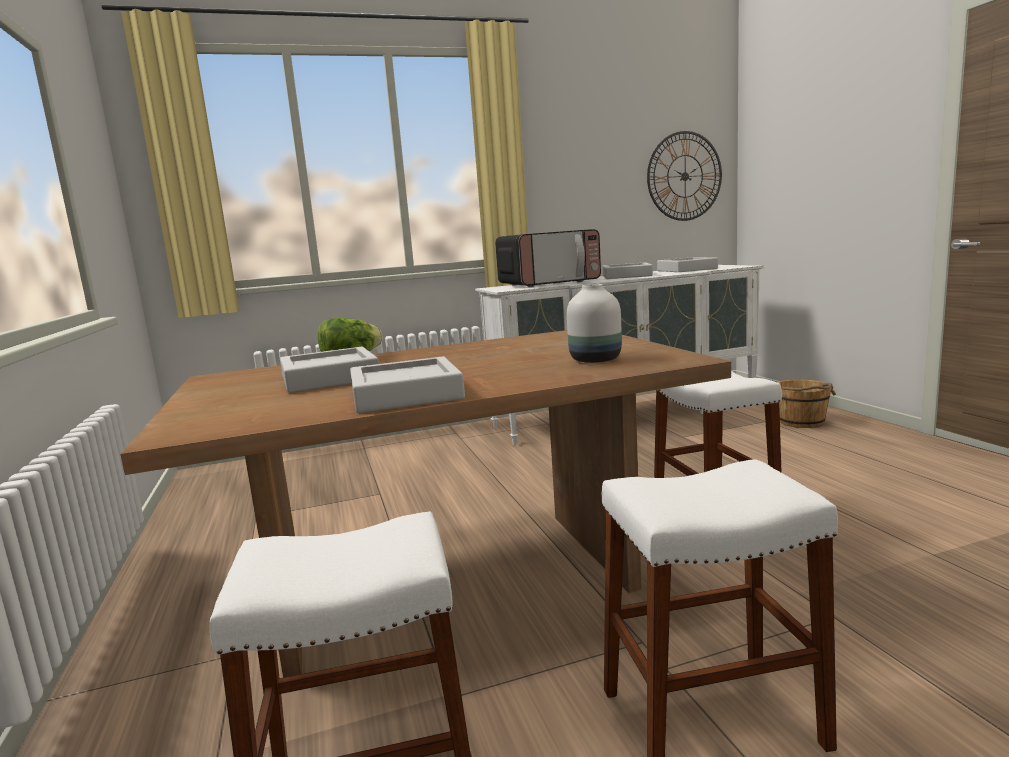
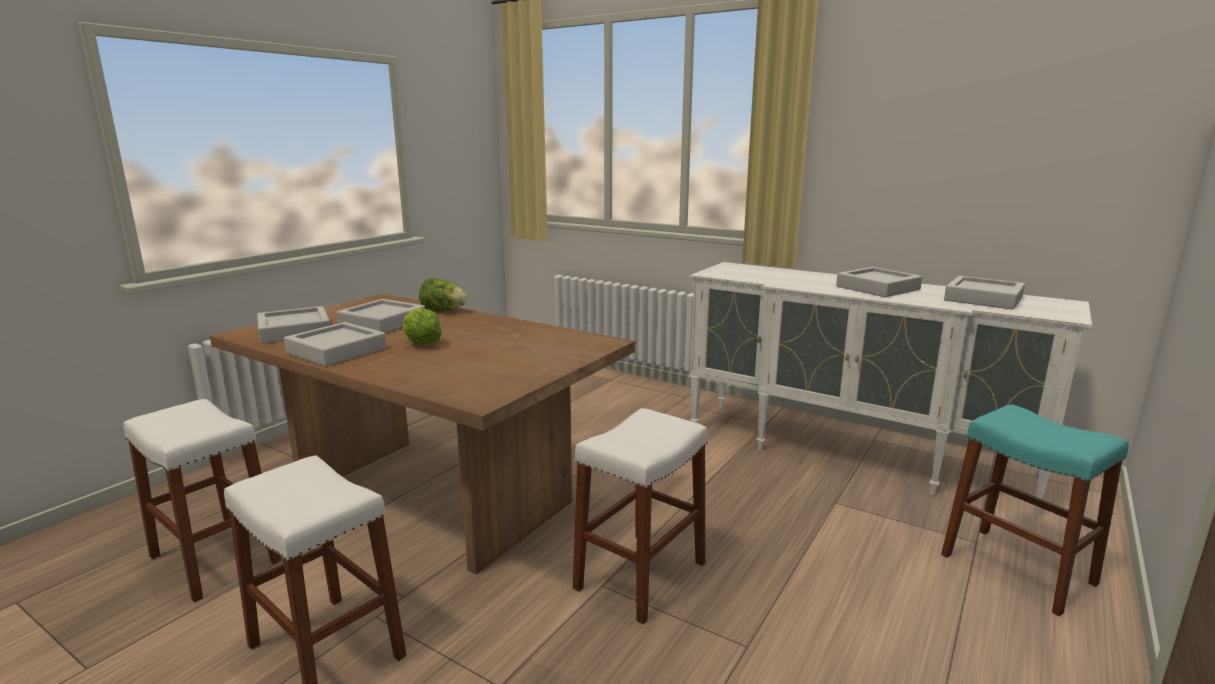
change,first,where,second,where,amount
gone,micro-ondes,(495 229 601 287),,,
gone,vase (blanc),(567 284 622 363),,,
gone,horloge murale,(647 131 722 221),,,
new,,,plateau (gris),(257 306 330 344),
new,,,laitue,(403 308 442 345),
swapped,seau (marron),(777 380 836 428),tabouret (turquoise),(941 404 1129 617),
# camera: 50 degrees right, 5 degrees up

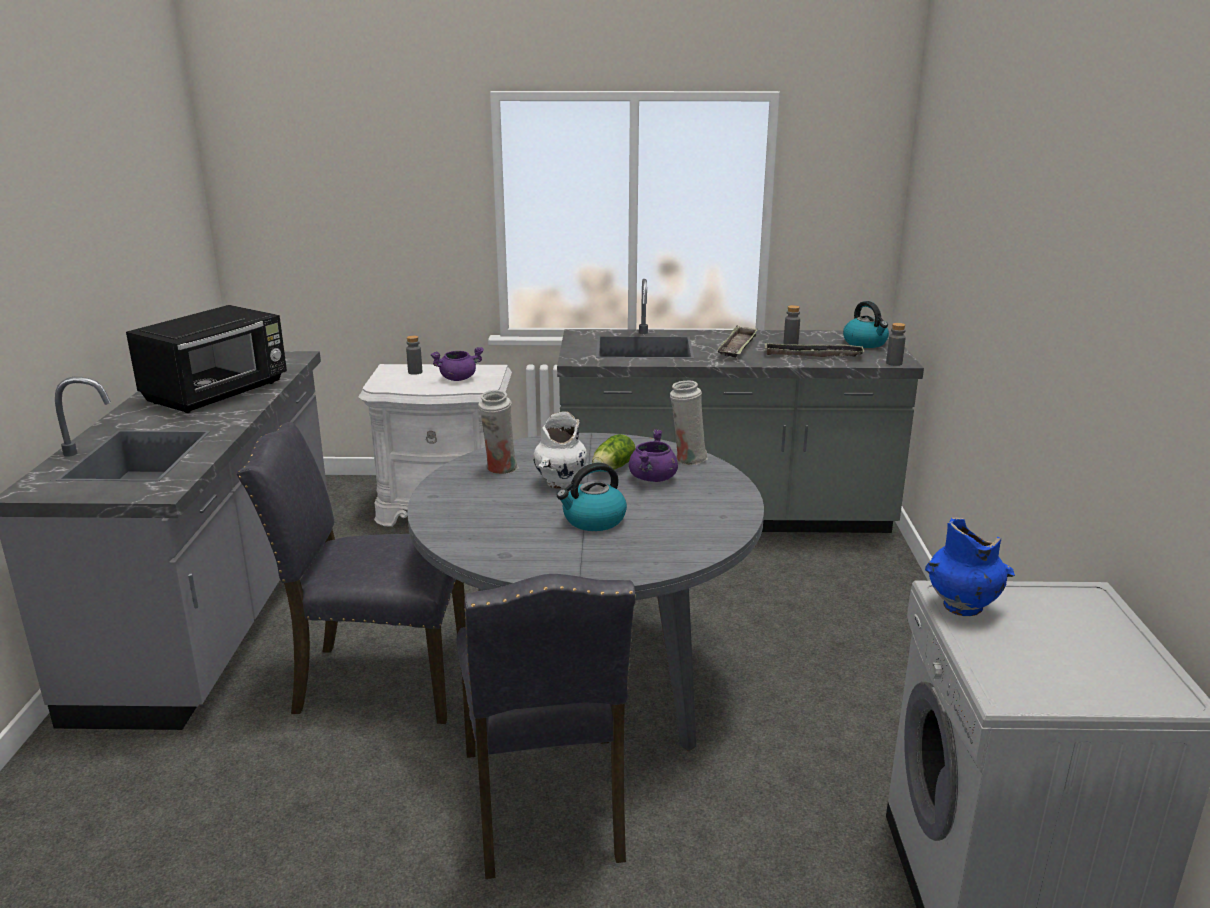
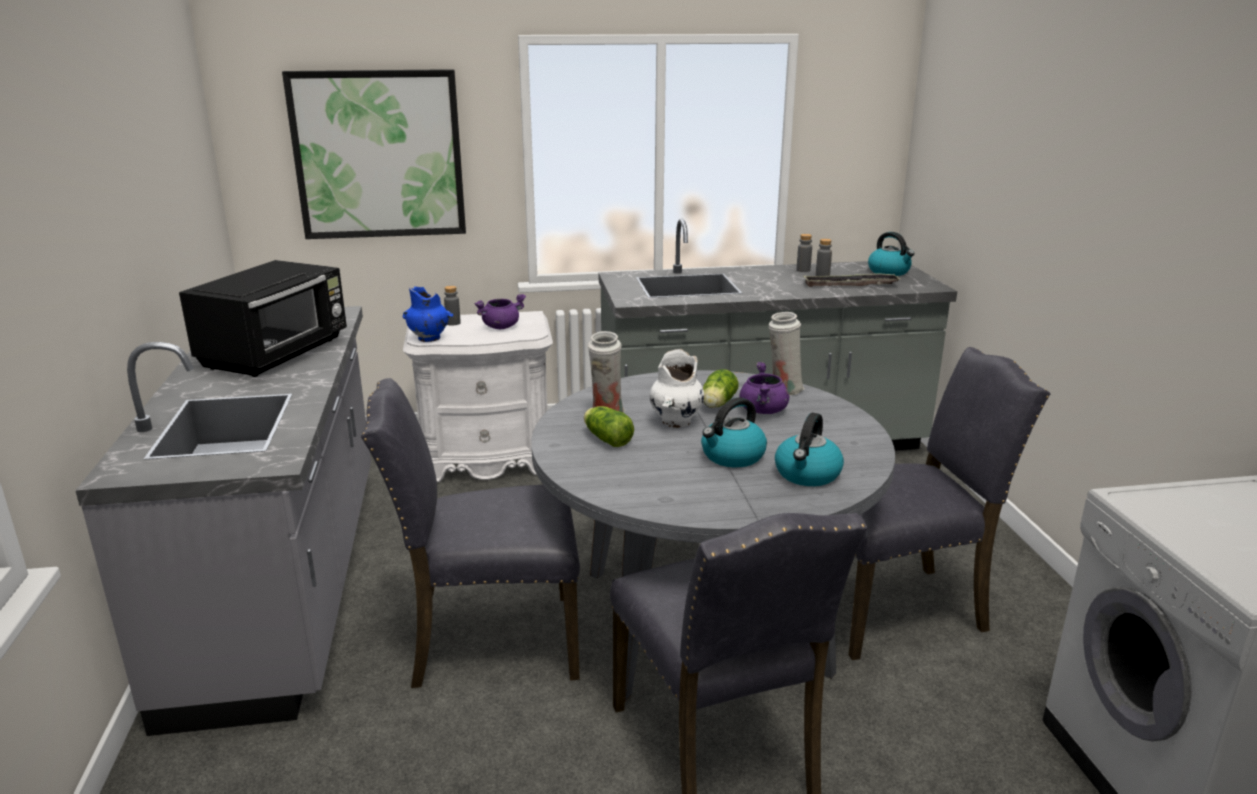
change,first,where,second,where,amount
gone,plateau,(717 326 758 358),,,
new,,,tableau,(282 69 466 239),
new,,,laitue,(584 406 634 447),
new,,,bouilloire,(775 413 844 486),
new,,,chaise (gris),(849 347 1051 660),
shifted,bouteille (gris),(886 323 906 366),,(797 234 812 272),
shifted,vase (bleu),(925 517 1015 616),,(403 286 453 342),
# camera: 10 degrees left, 0 degrees up

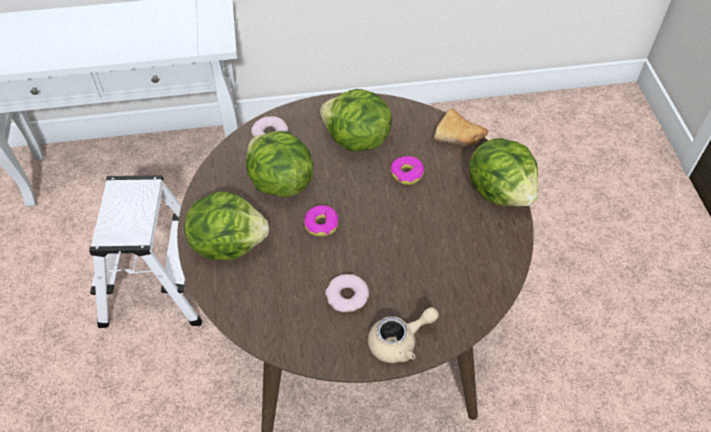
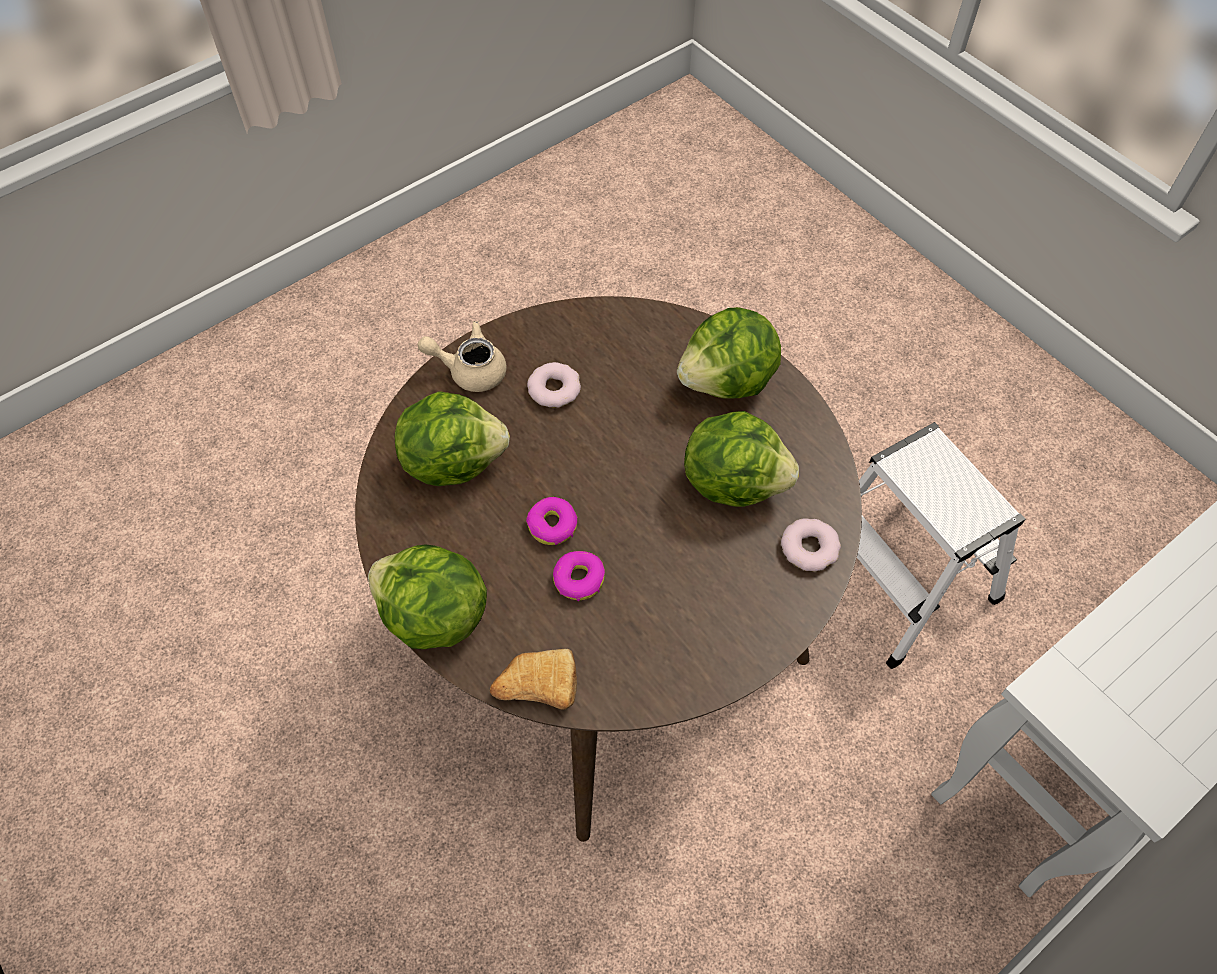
change,first,where,second,where,amount
shifted,beignet,(304 205 339 236),,(526 497 578 545),
shifted,laitue,(320 89 392 151),,(395 391 510 486),
rotated,théière (beige),(368 307 439 363),,(417 321 507 392),60 degrees clockwise
# camera: 150 degrees right, 5 degrees up

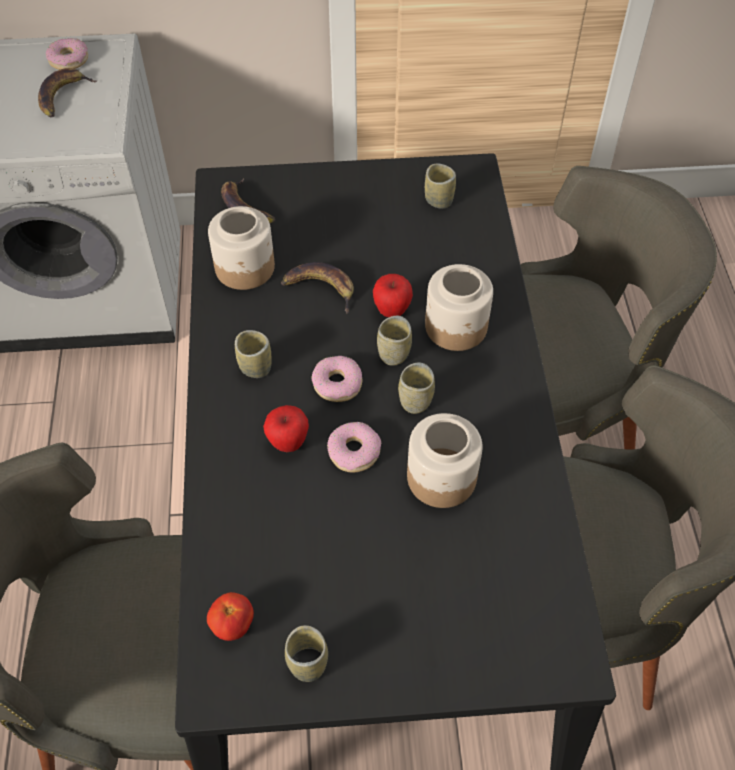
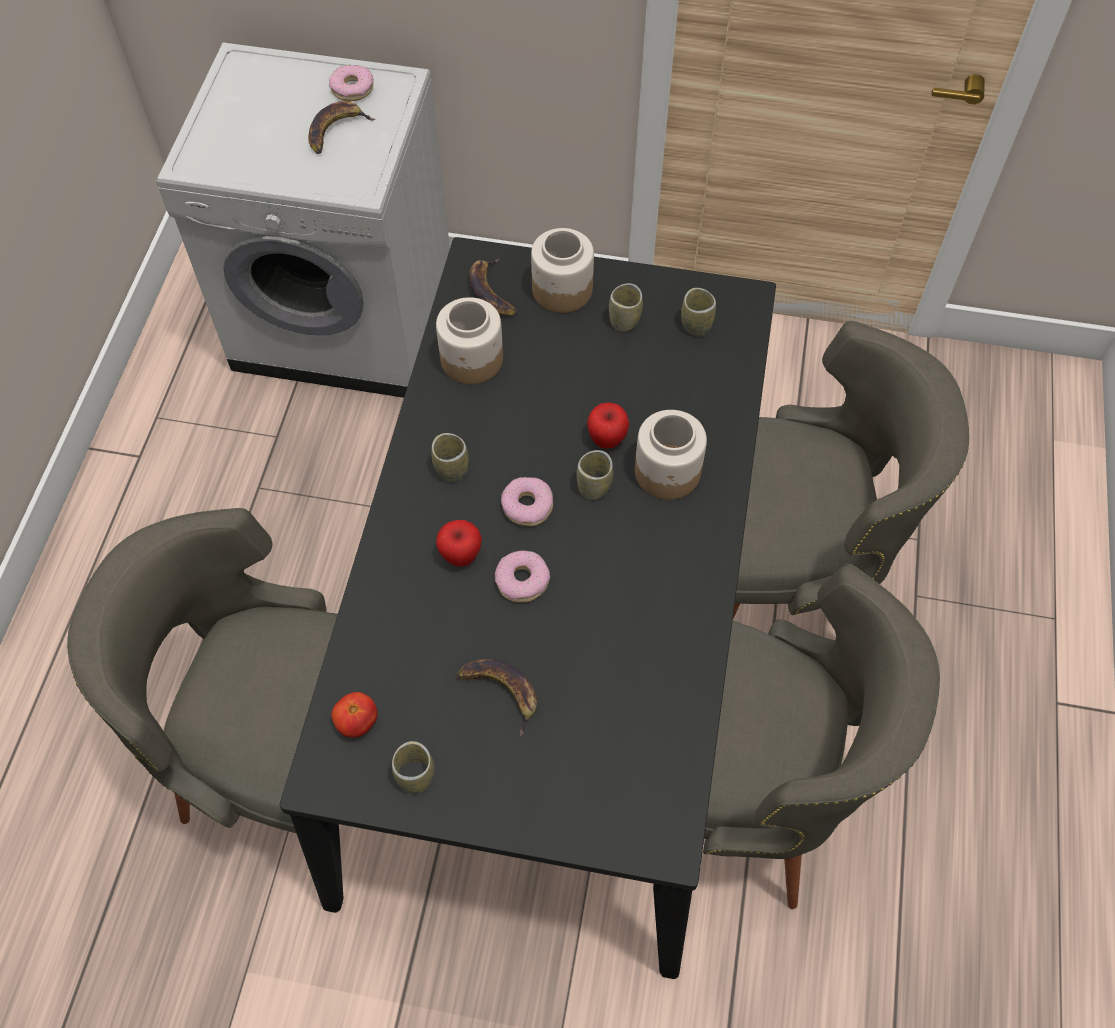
change,first,where,second,where,amount
shifted,banane,(281 262 354 314),,(456 659 537 737),
shifted,tasse,(398 362 435 414),,(609 283 643 332),
shifted,bocal,(407 413 482 508),,(531 228 594 313),
# camera: 15 degrees right, 5 degrees up

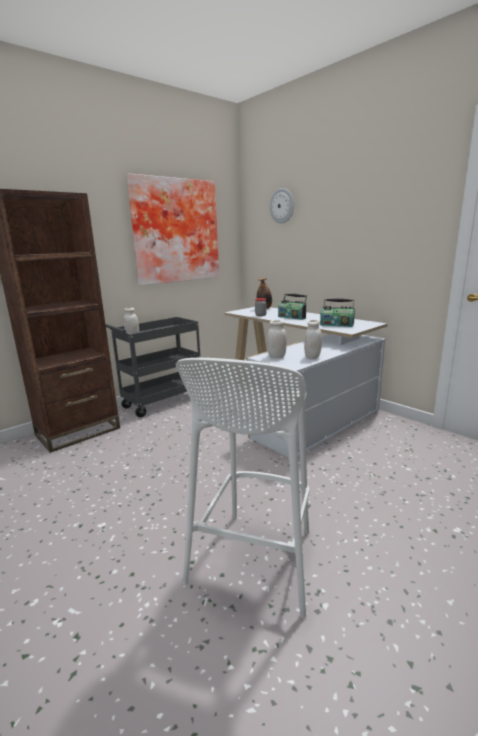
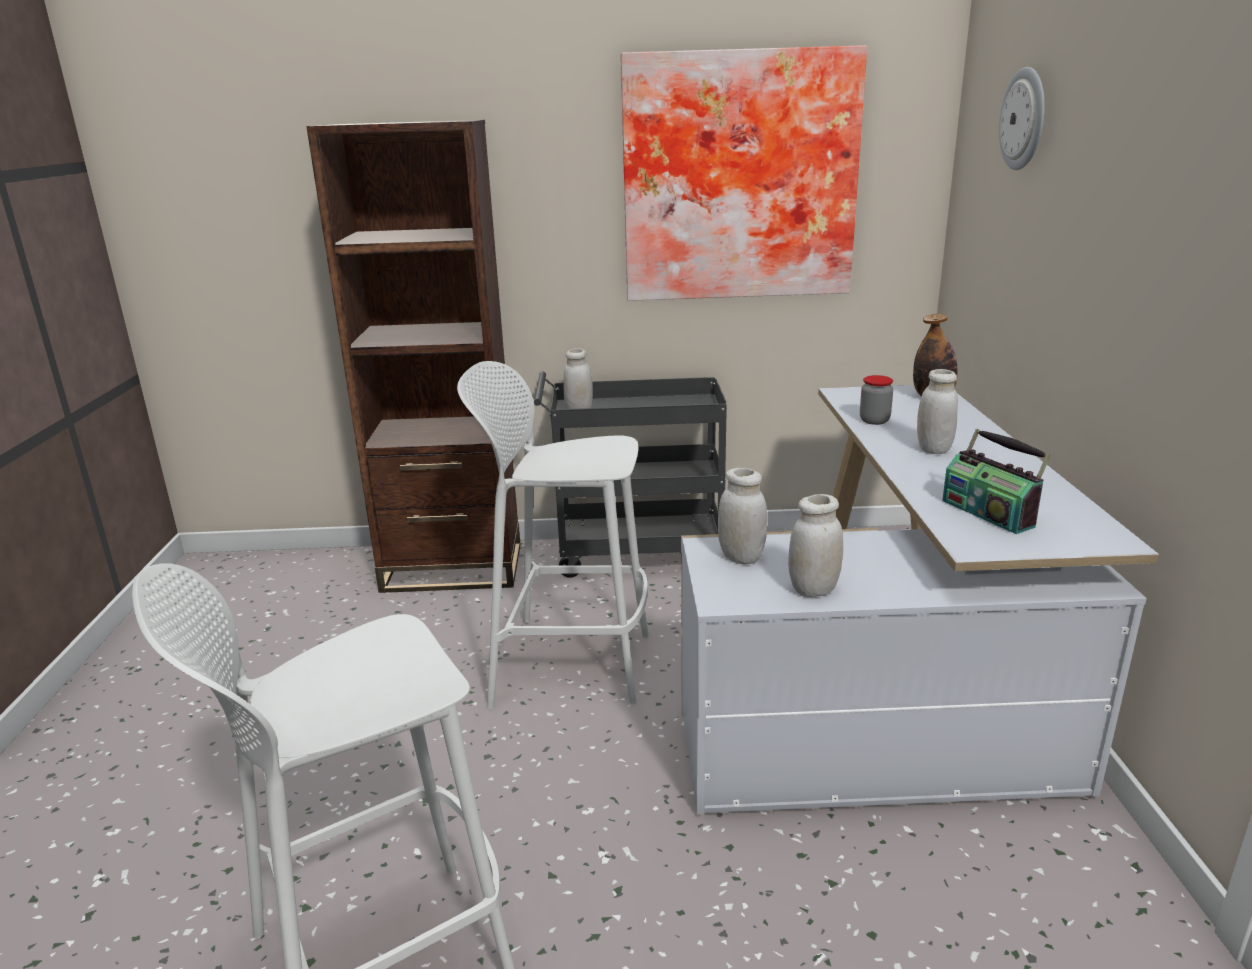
change,first,where,second,where,amount
new,,,tabouret (blanc),(457 361 649 709),
swapped,radio,(278 294 307 320),bocal (blanc),(917 369 958 454),
# camera: 40 degrees right, 5 degrees up

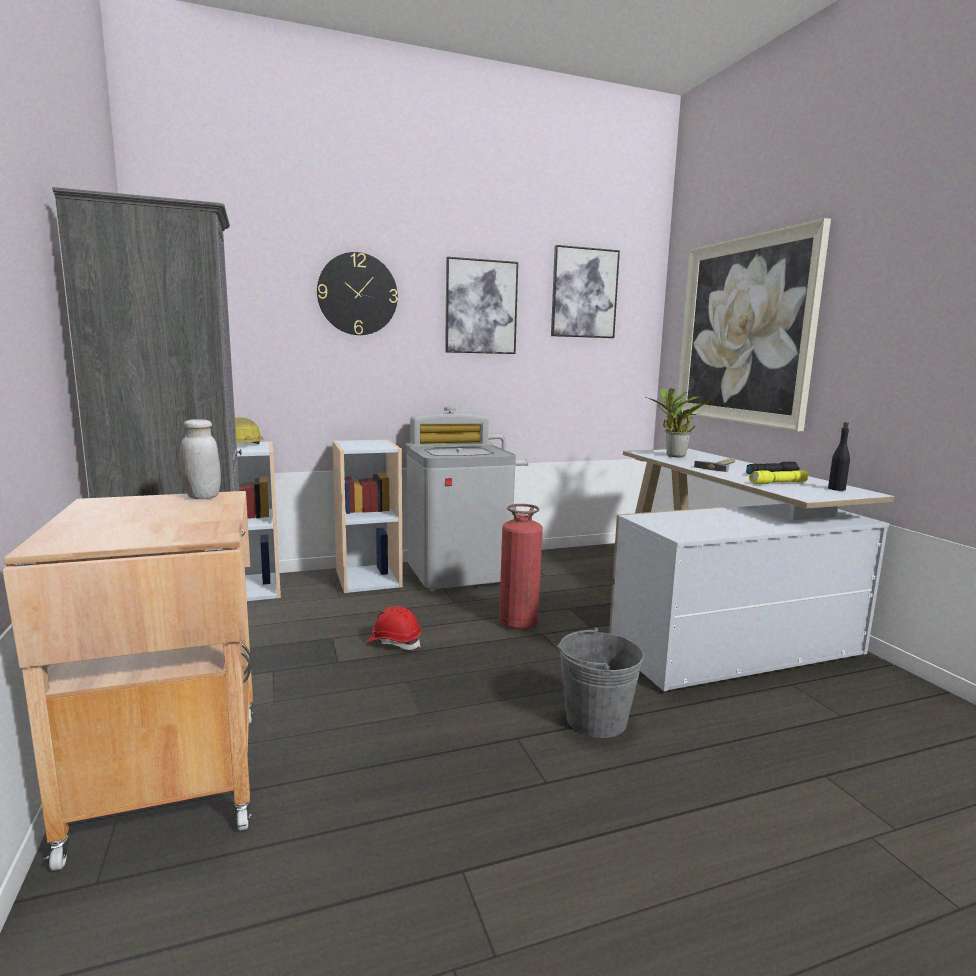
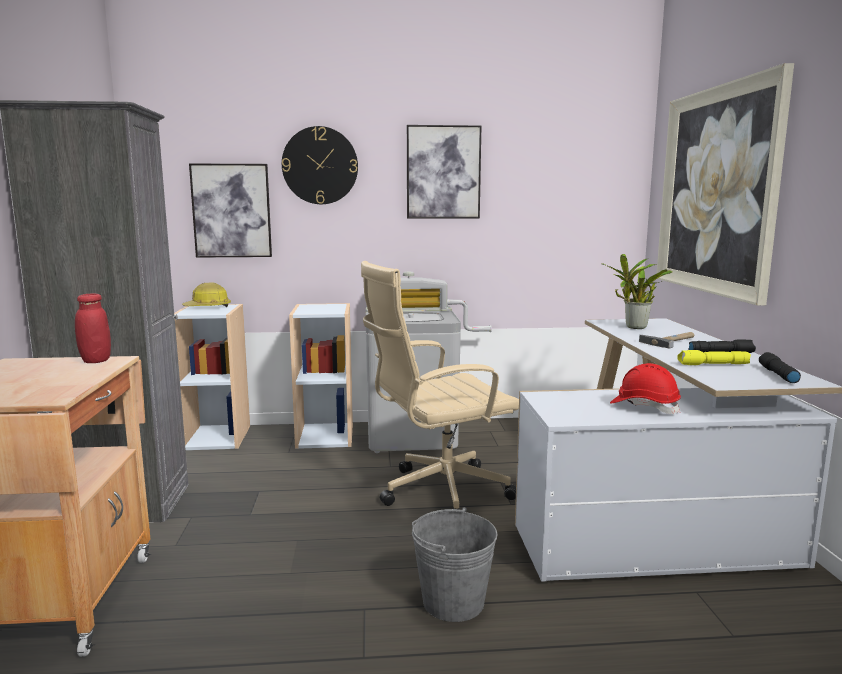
change,first,where,second,where,amount
shifted,casque de chantier (rouge),(366 606 422 650),,(610 363 681 414),
shifted,tableau,(551 245 620 338),,(189 163 272 258),
swapped,extincteur,(499 504 543 630),chaise de bureau (beige),(361 261 519 510),
swapped,bouteille (noir),(828 422 850 491),lampe de poche (noir),(759 352 801 383),
repainted,bocal (blanc),(180 419 221 499),bocal (rouge),(75 294 111 363),
# camera: 15 degrees right, 0 degrees up

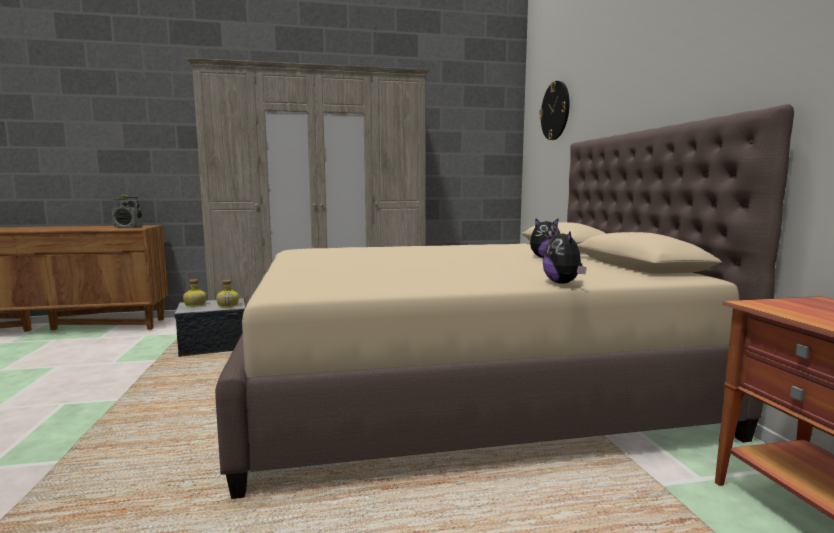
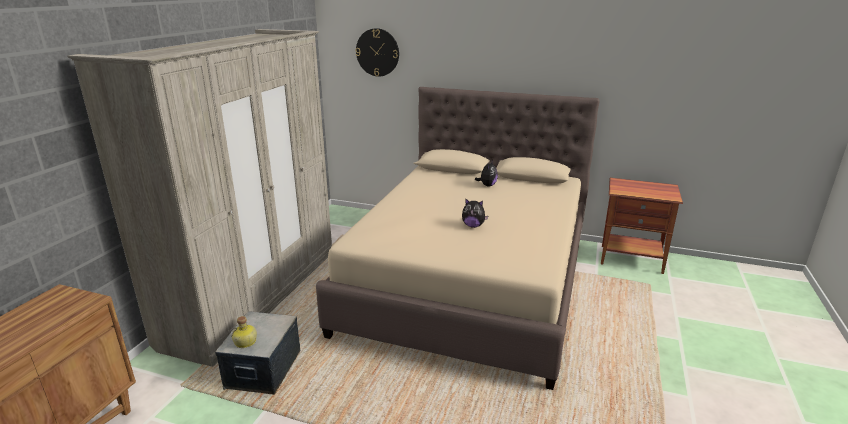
change,first,where,second,where,amount
gone,radio,(112 195 143 228),,,
gone,bouteille,(216 279 239 307),,,
shifted,peluche,(543 229 587 284),,(462 198 488 228),
# camera: 60 degrees left, 15 degrees up

